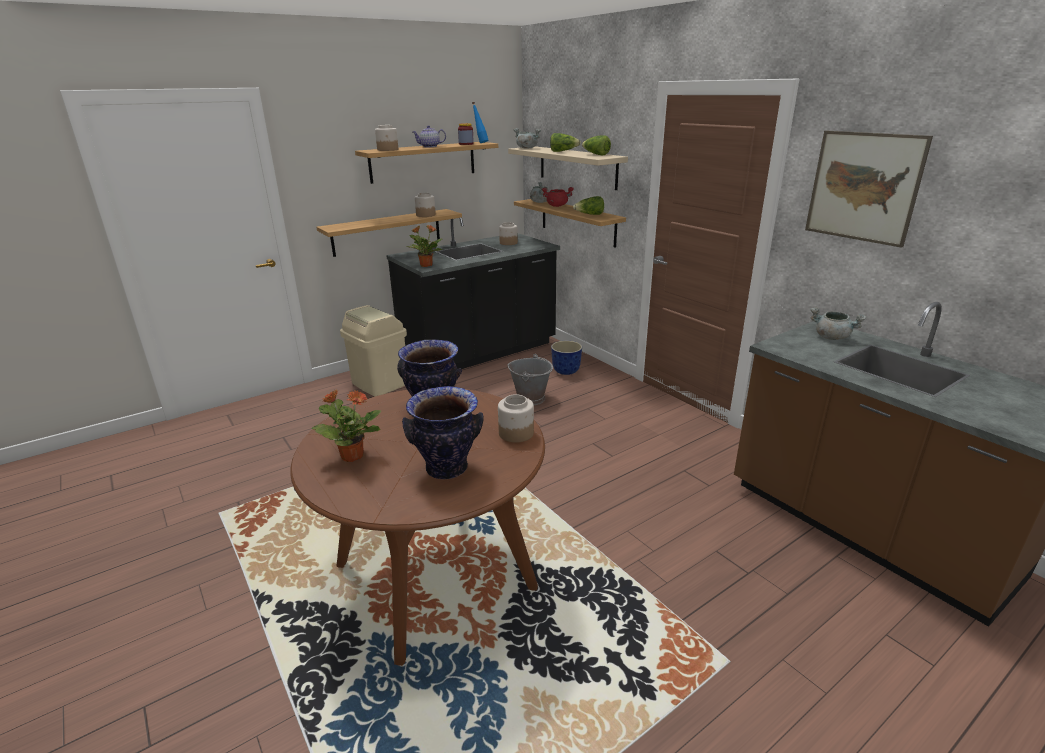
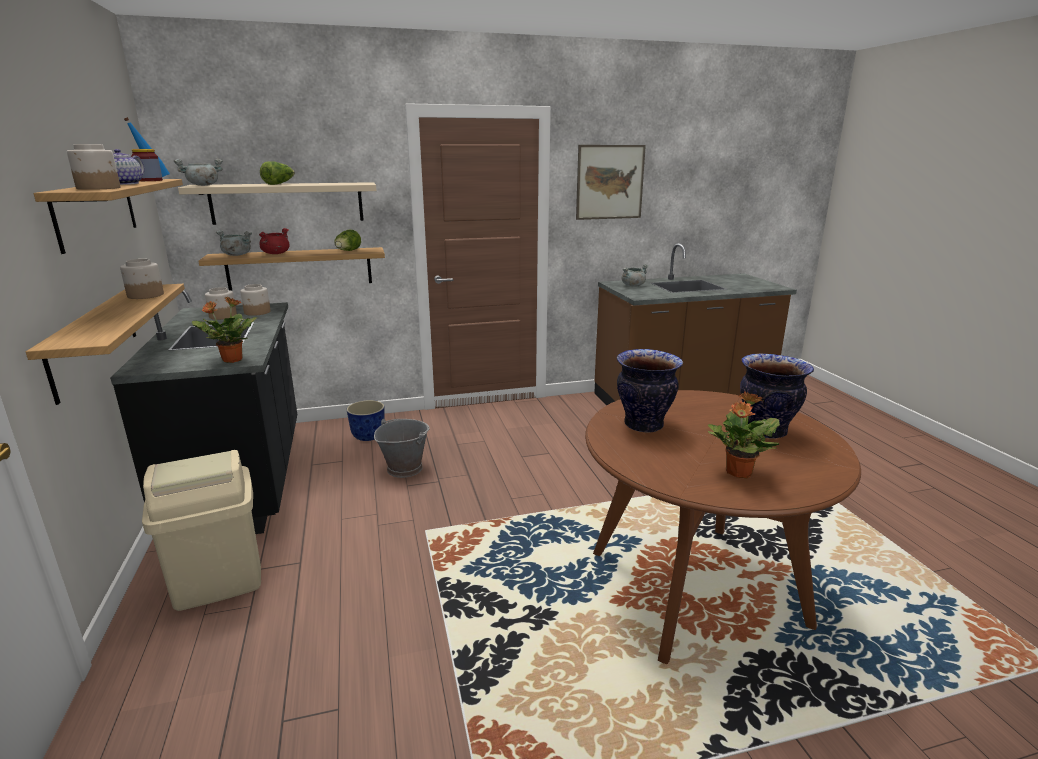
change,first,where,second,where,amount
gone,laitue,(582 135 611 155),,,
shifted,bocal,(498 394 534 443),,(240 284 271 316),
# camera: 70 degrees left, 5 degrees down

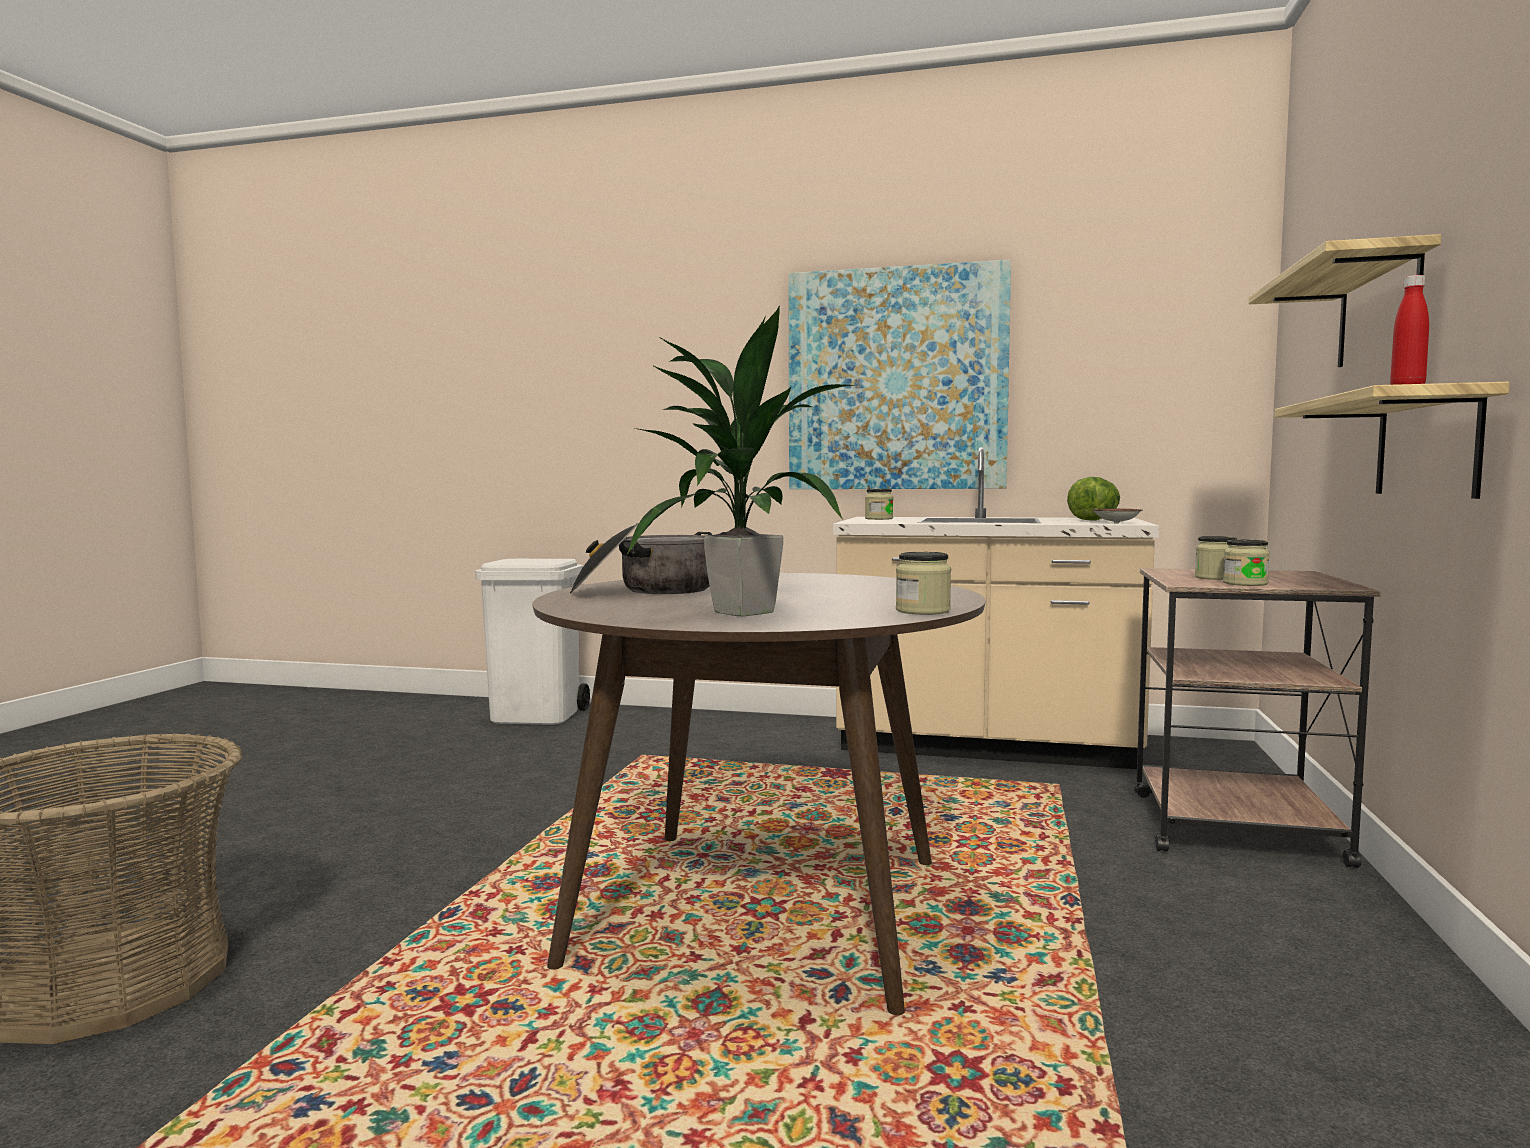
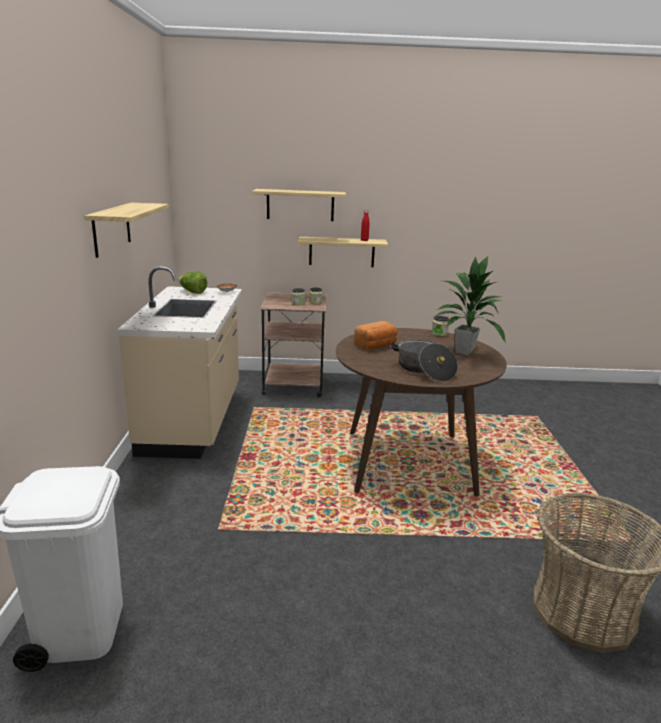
change,first,where,second,where,amount
gone,bocal,(865 489 893 520),,,
new,,,pain,(354 321 397 349),
swapped,tableau,(788 260 1011 489),étagère,(84 203 169 258),
# camera: 105 degrees left, 15 degrees up

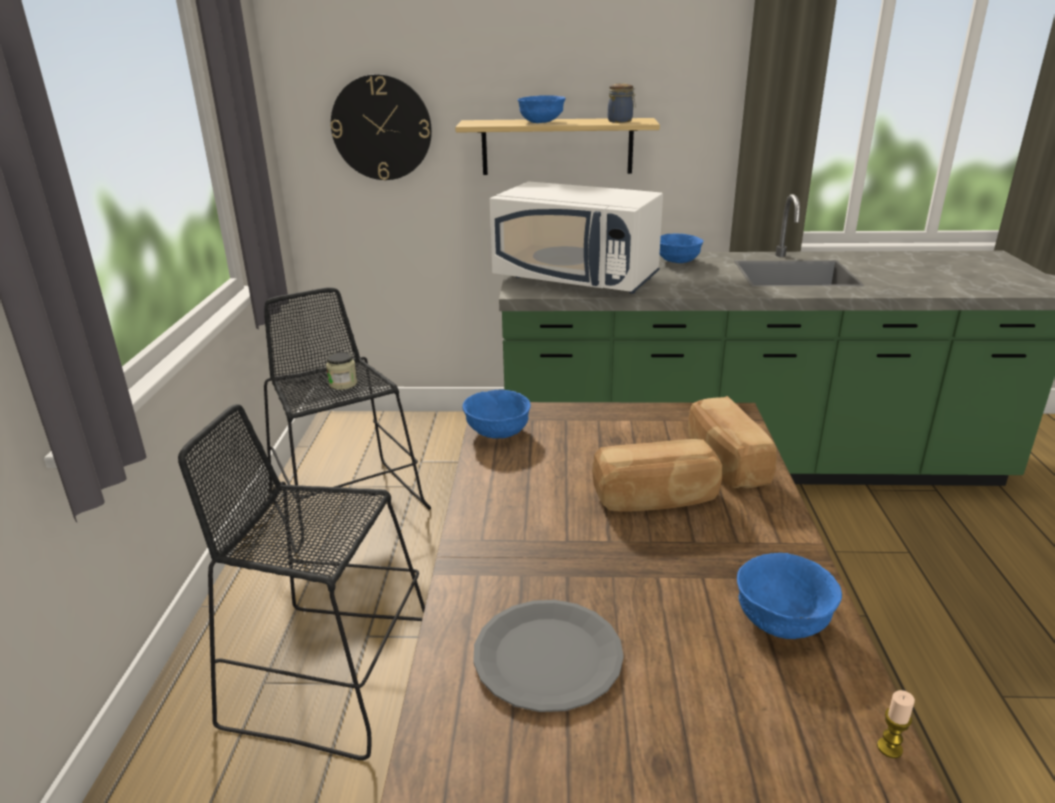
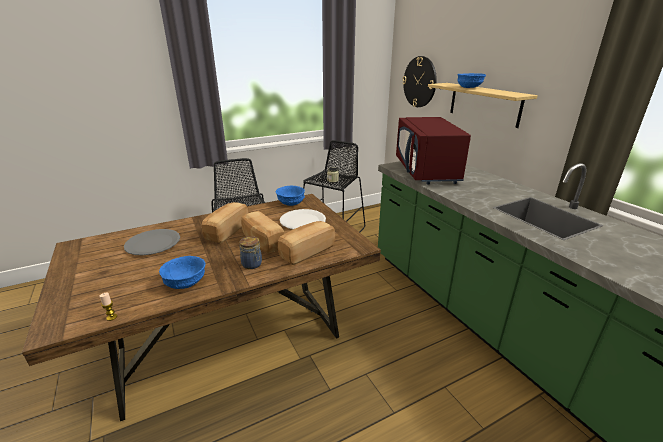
change,first,where,second,where,amount
gone,bol (bleu),(660 233 703 263),,,
new,,,pain,(202 202 249 243),
new,,,assiette (blanc),(280 209 326 229),
shifted,bocal,(608 84 636 123),,(239 236 262 269),
repainted,micro-ondes (blanc),(489 181 663 294),micro-ondes (rouge),(396 117 471 185),
# camera: 60 degrees right, 0 degrees up

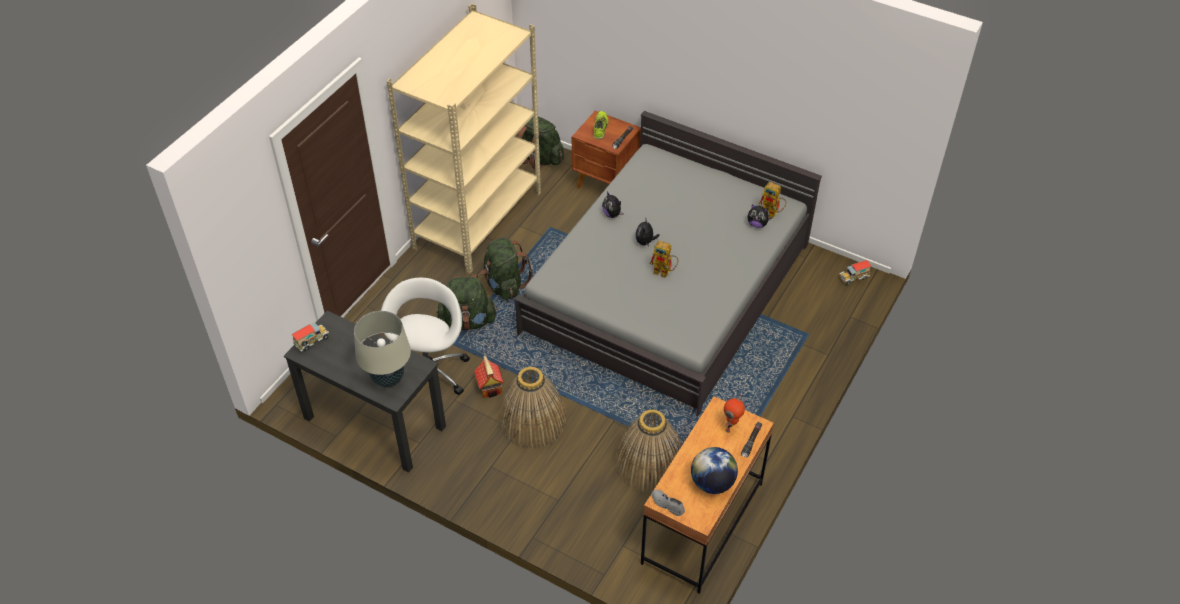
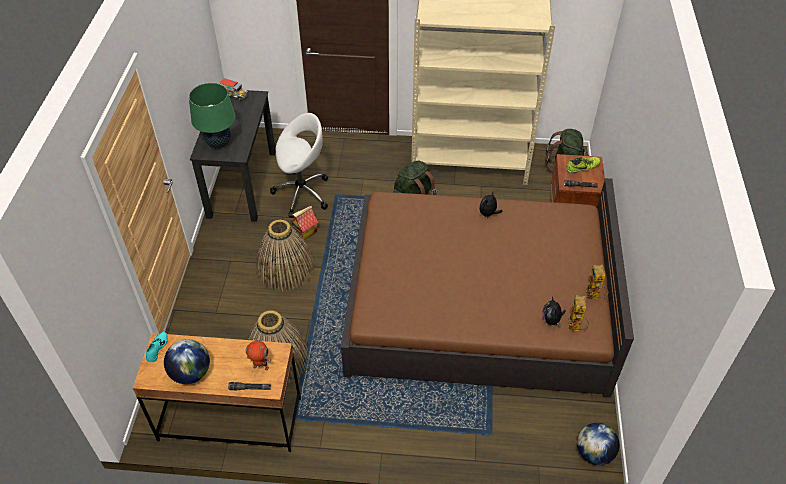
change,first,where,second,where,amount
gone,sac à dos (vert),(437 274 497 330),,,
gone,peluche,(635 217 660 247),,,
shifted,robot jouet,(650 241 678 278),,(585 265 608 299),
swapped,camion jouet,(839 260 872 285),globe,(577 423 619 465),
repainted,lampe de table (beige),(354 311 411 387),lampe de table (vert),(189 83 236 148),
repainted,lit (gris),(514 111 822 416),lit (marron),(341 178 634 398),
repainted,chaussure (gris),(652 489 685 516),chaussure (turquoise),(146 332 168 362),
# camera: 65 degrees right, 0 degrees up

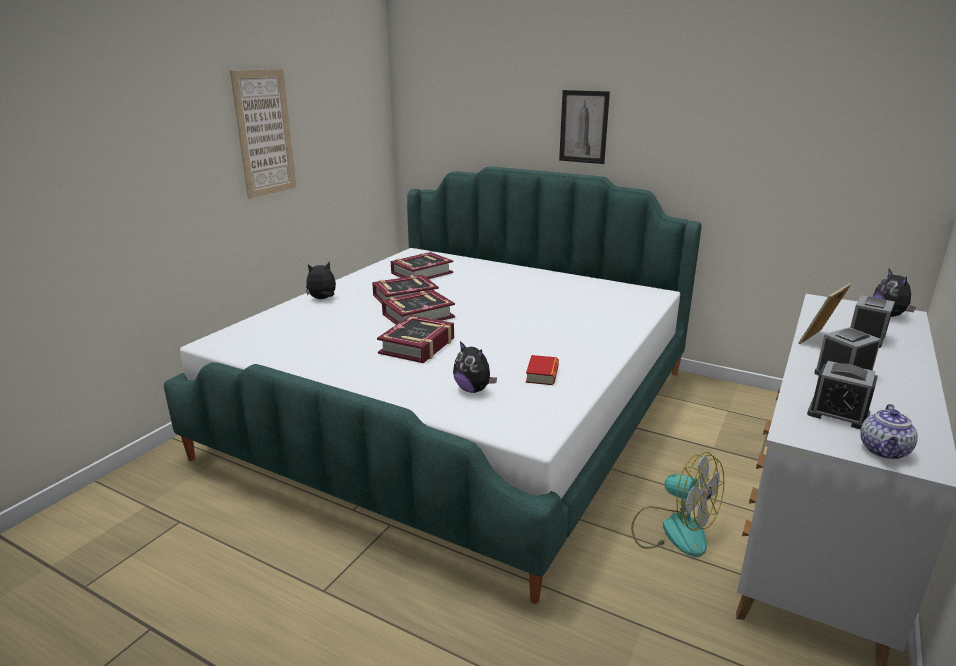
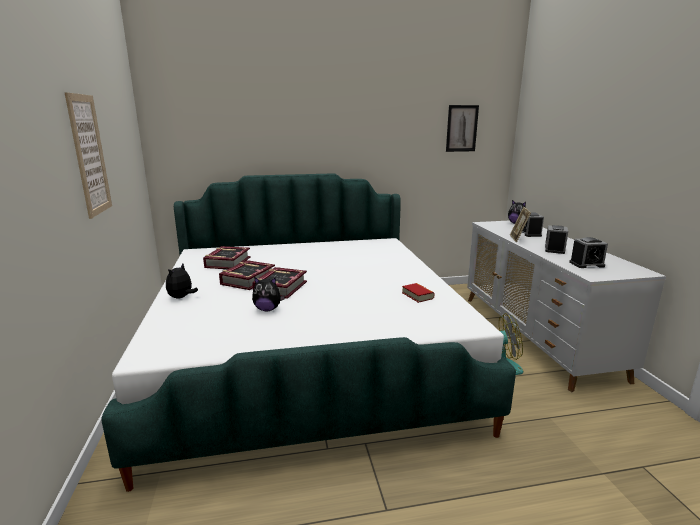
change,first,where,second,where,amount
gone,livre,(377 315 454 363),,,
gone,théière,(860 404 918 459),,,
shifted,peluche,(453 341 497 393),,(252 277 285 311),
shifted,tableau,(559 90 610 164),,(446 105 479 152),
# camera: 40 degrees left, 5 degrees down

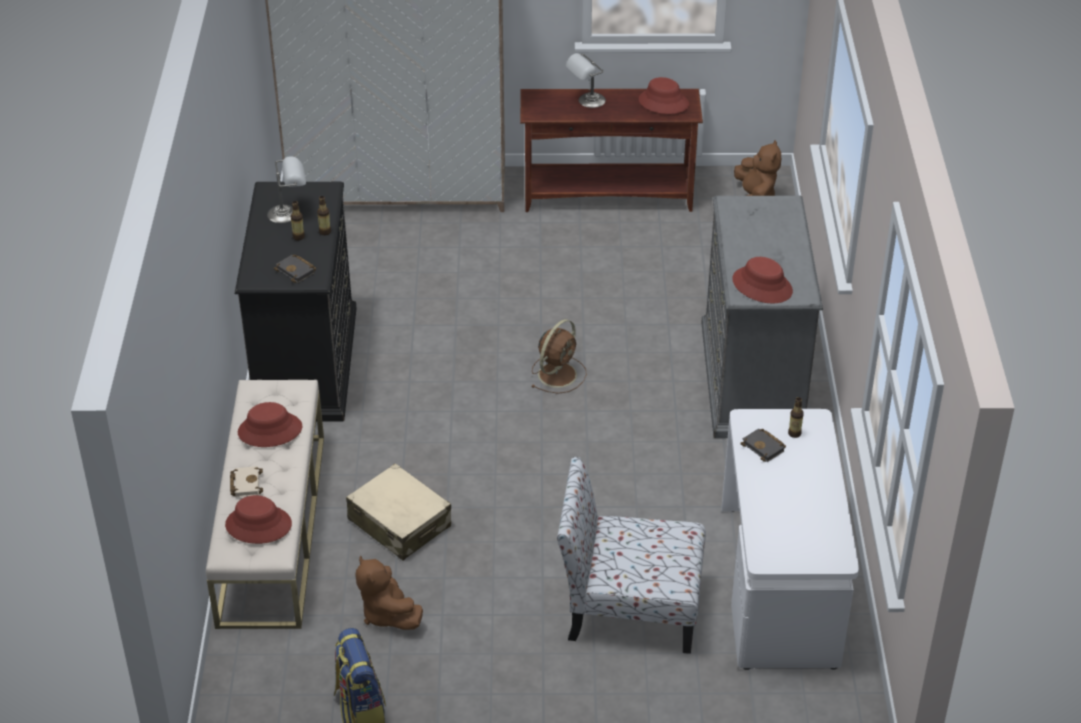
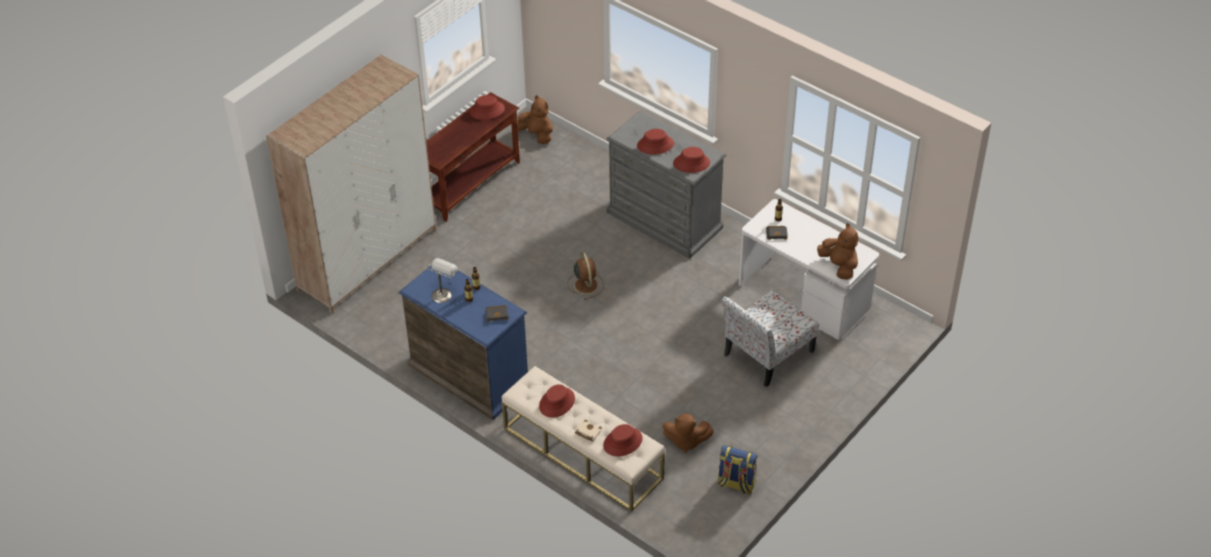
change,first,where,second,where,amount
gone,valise (beige),(346 463 451 560),,,
gone,lampe de table (blanc),(566 53 606 108),,,
new,,,chapeau (rouge),(637 129 674 155),
new,,,peluche (marron),(817 223 858 280),
repainted,commode (noir),(234 182 357 422),commode (bleu),(399 265 528 420),
# camera: 50 degrees left, 5 degrees up

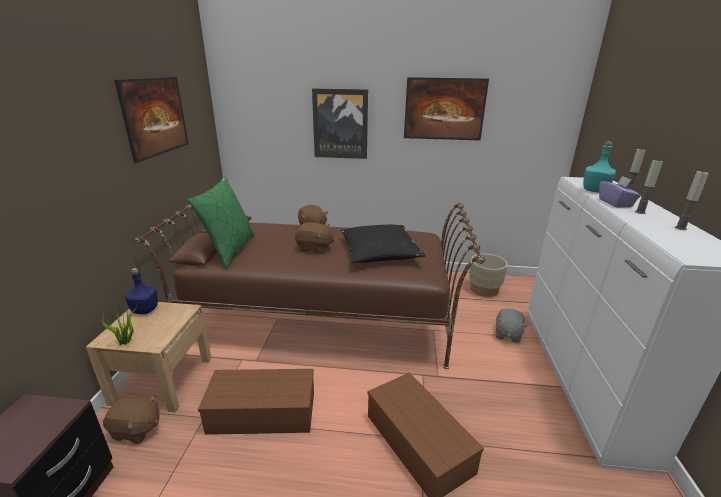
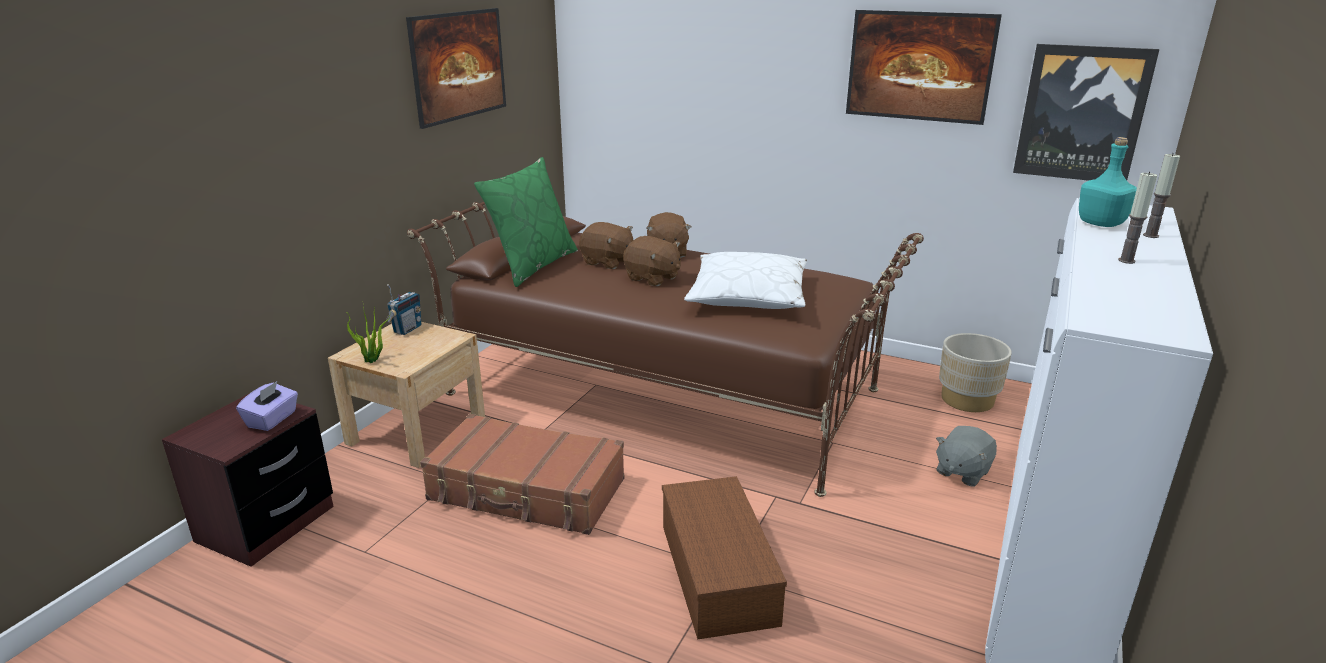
change,first,where,second,where,amount
gone,bougie,(675 170 709 230),,,
shifted,peluche (marron),(103 395 159 444),,(579 222 633 269),
shifted,tableau,(312 89 368 159),,(1013 44 1159 181),
shifted,boîte à mouchoirs (violet),(599 176 641 207),,(236 381 298 431),
swapped,bouteille (bleu),(125 268 158 314),radio,(386 284 421 335),
swapped,boîte de rangement (marron),(198 369 314 435),valise (marron),(420 414 624 535),
repainted,coussin (noir),(340 225 426 263),coussin (blanc),(684 252 807 309),
# camera: 20 degrees right, 0 degrees up

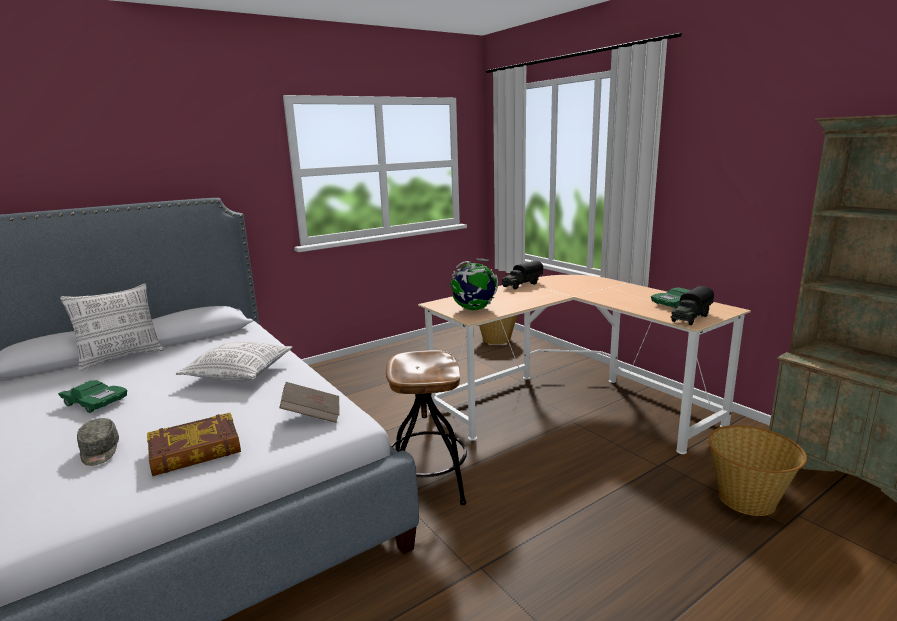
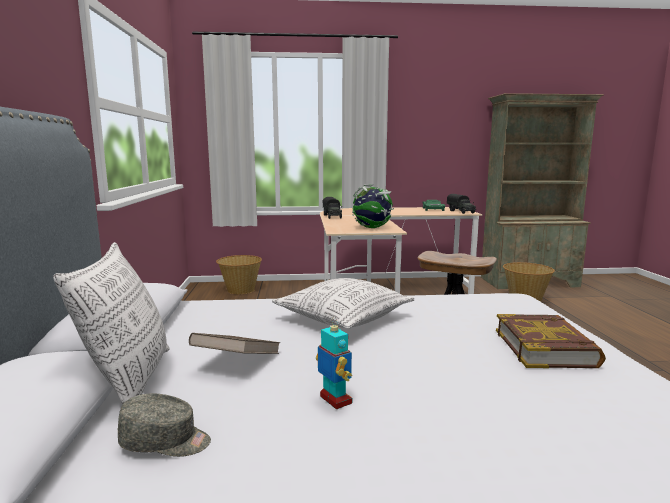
change,first,where,second,where,amount
shifted,casquette (gris),(77 418 119 466),,(118 393 211 457),
shifted,livre (marron),(279 382 340 423),,(189 333 280 354),
swapped,petite voiture (vert),(58 380 127 413),robot jouet,(316 317 352 409),
# camera: 60 degrees left, 5 degrees down

